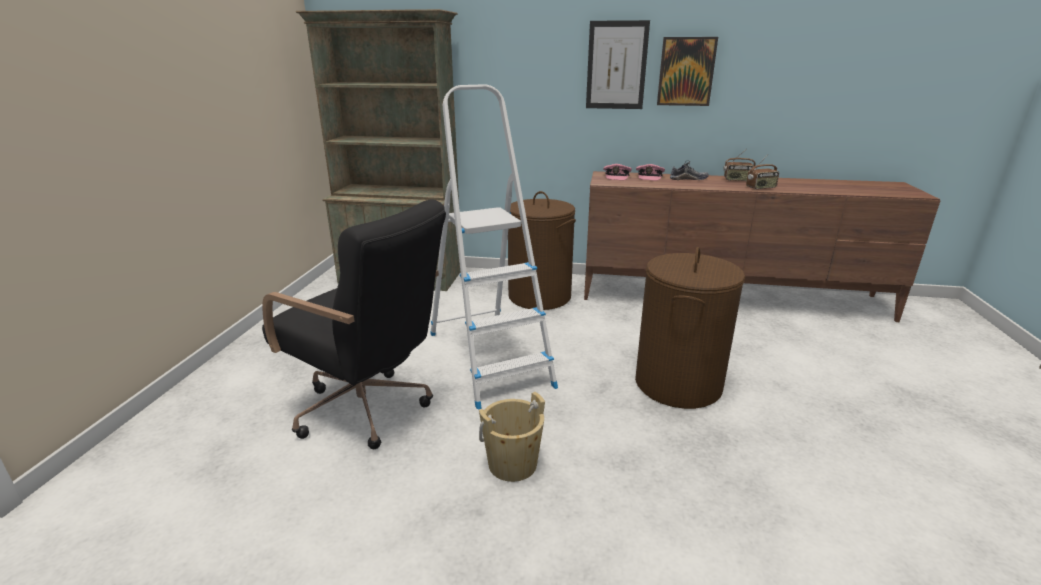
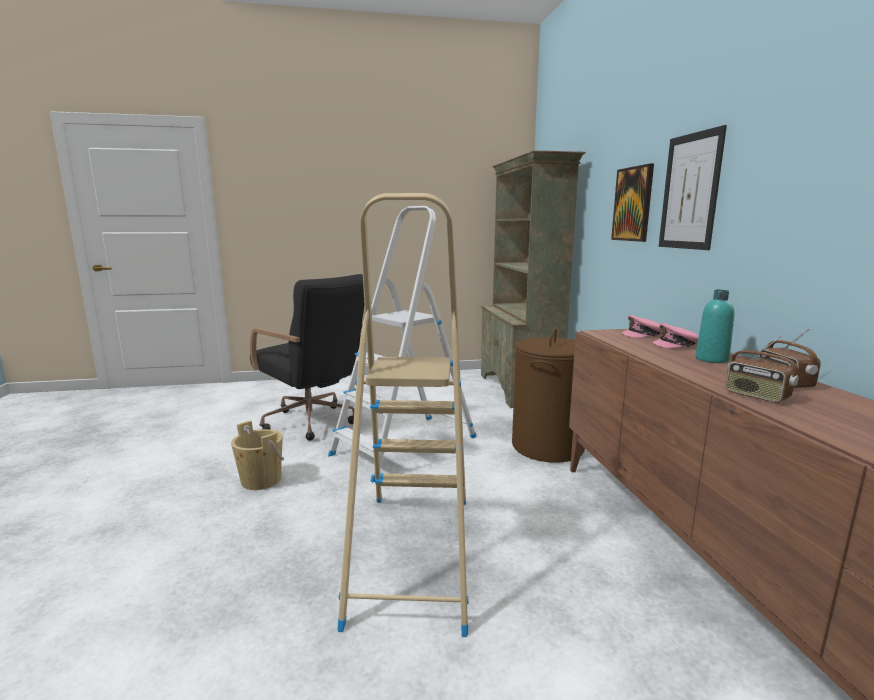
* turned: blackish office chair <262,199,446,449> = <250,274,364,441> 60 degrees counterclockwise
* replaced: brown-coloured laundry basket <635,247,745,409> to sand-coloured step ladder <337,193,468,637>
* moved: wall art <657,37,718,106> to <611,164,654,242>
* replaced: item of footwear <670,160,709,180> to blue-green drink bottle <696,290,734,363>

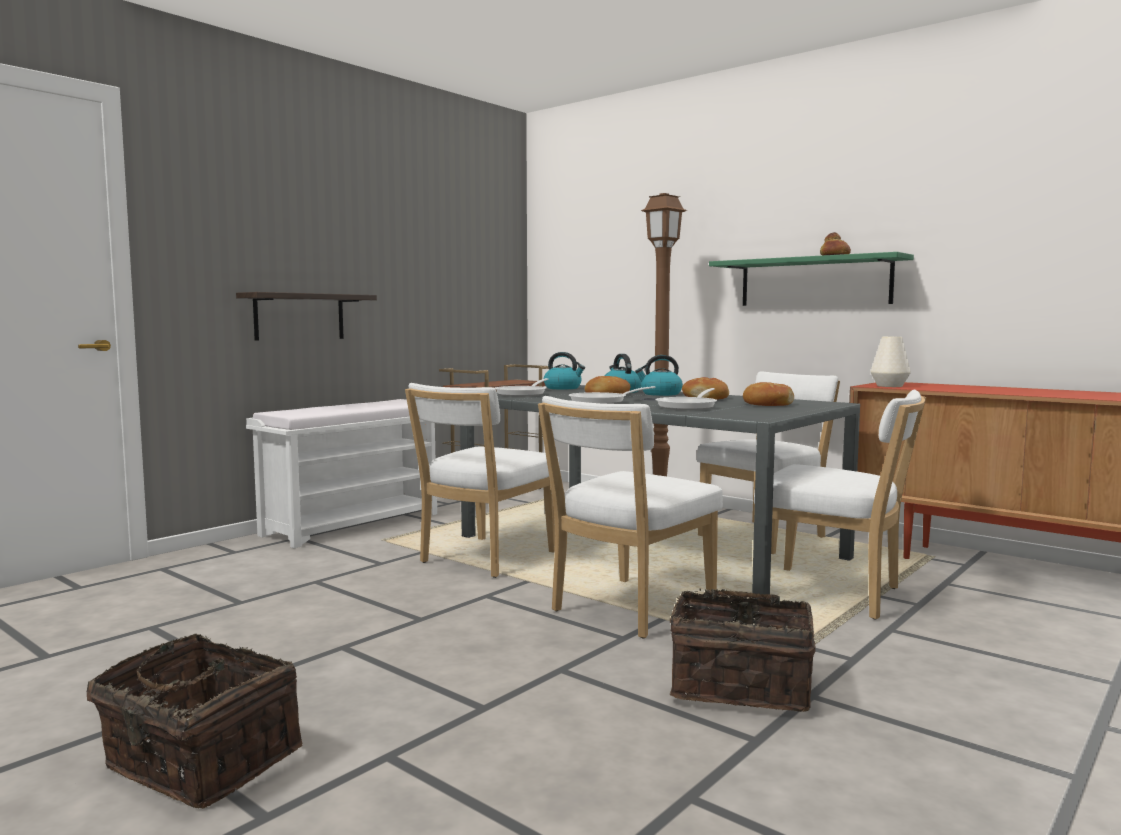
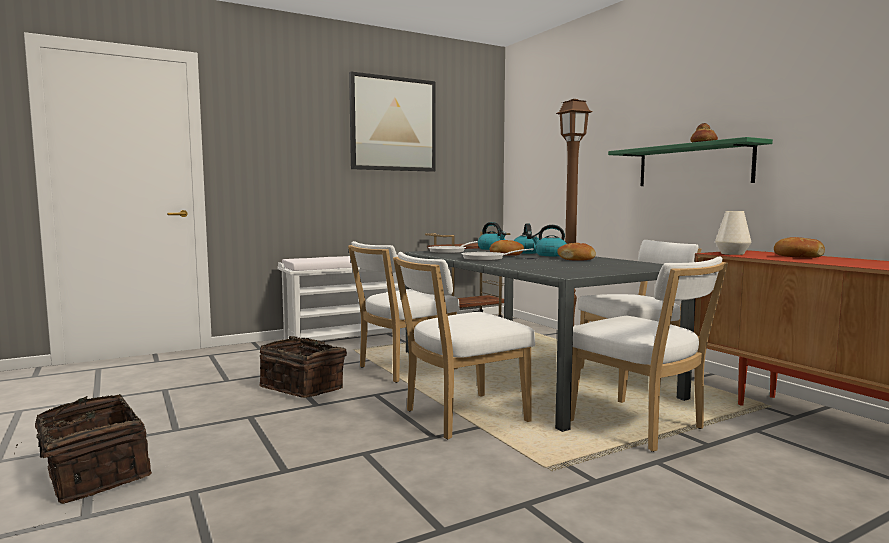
* moved: basket <670,588,816,712> to <260,336,347,398>
* added: wall art <349,72,436,172>
* moved: bakery bread <743,382,794,406> to <774,237,825,258>
* removed: bracket shelf <236,292,377,340>
* removed: frying pan <656,388,717,410>

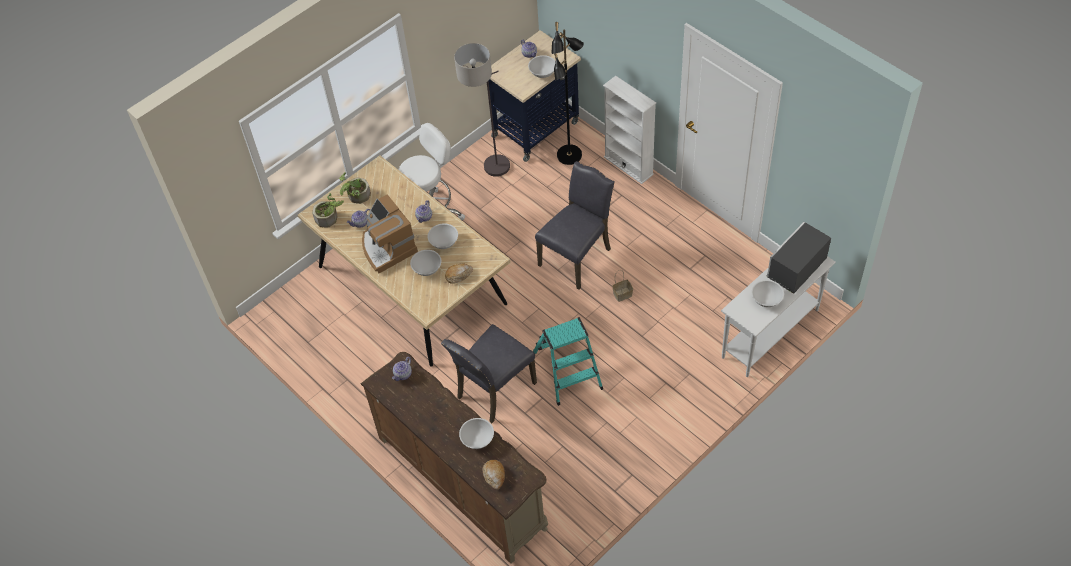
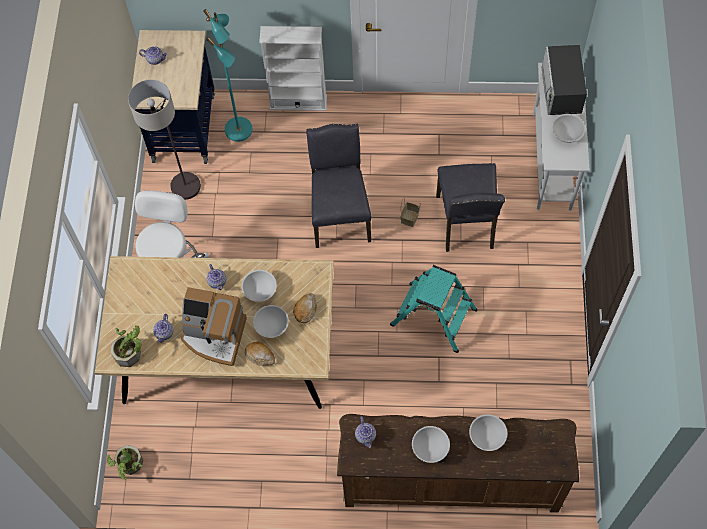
* moved: plant in a pot <339,172,371,204> to <107,445,143,480>
* recoloured: blackish standing lamp <551,22,584,165> to blue-green standing lamp <203,9,253,142>
* moved: bakery bread <482,460,505,490> to <245,342,275,366>
* moved: whitish serving bowl <528,55,556,78> to <412,426,450,463>
* moved: greyish plain chair <441,324,537,423> to <436,163,505,252>

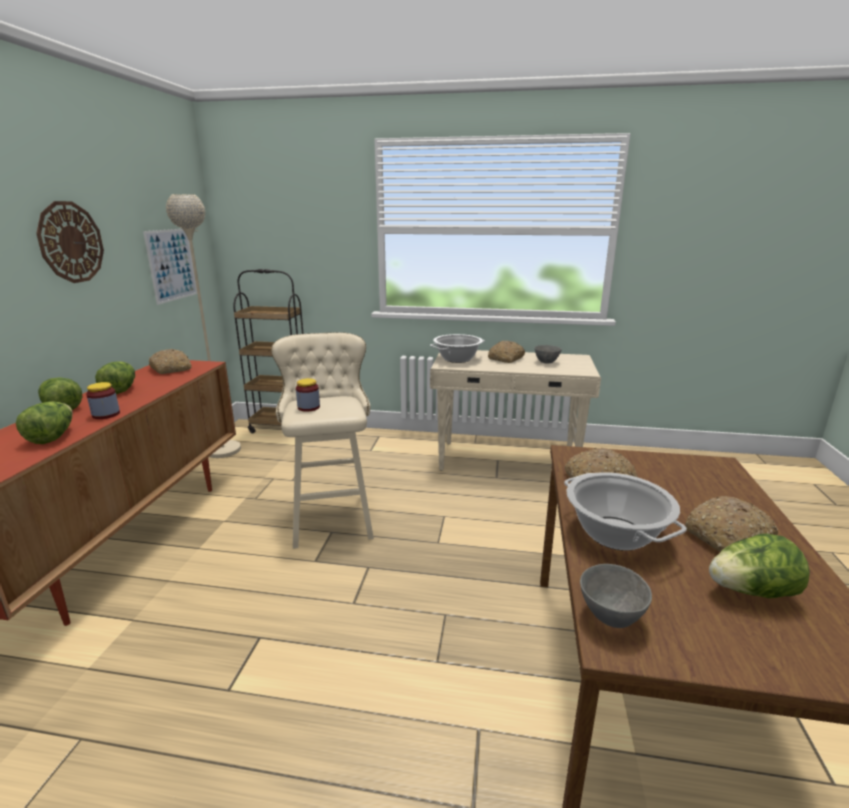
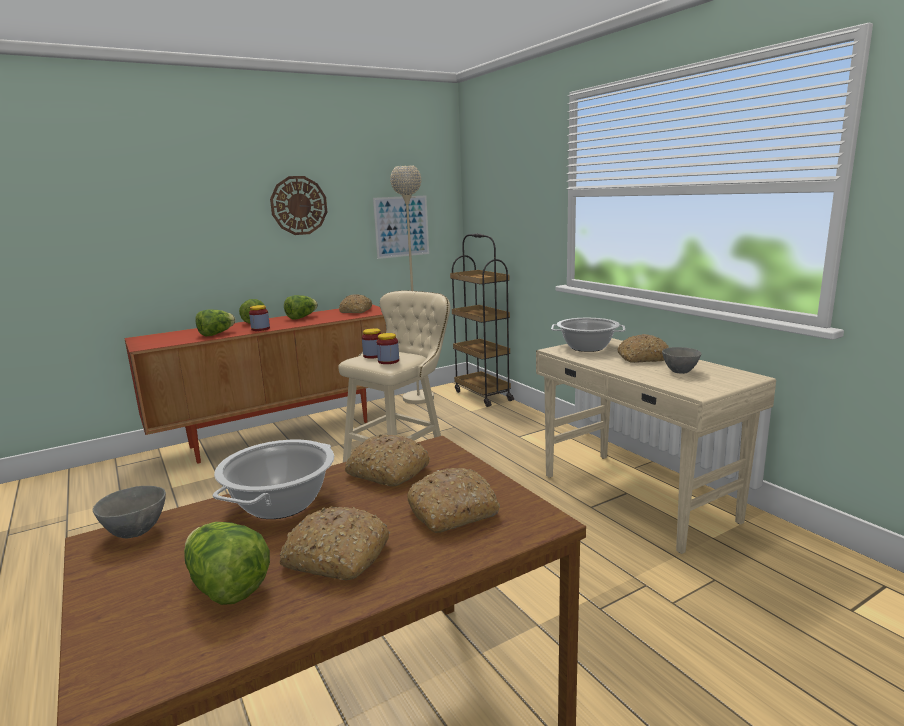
* added: jar <376,333,399,364>
* added: bakery bread <407,468,500,533>

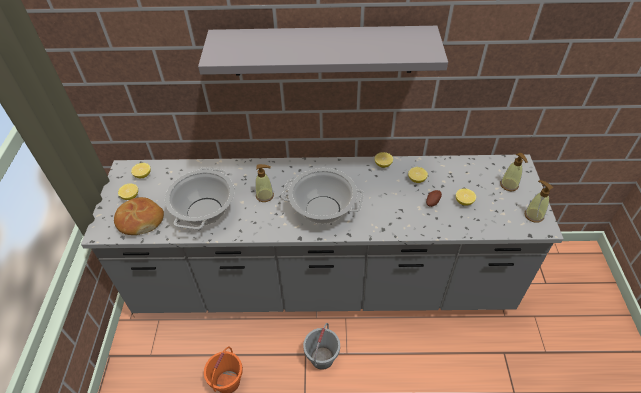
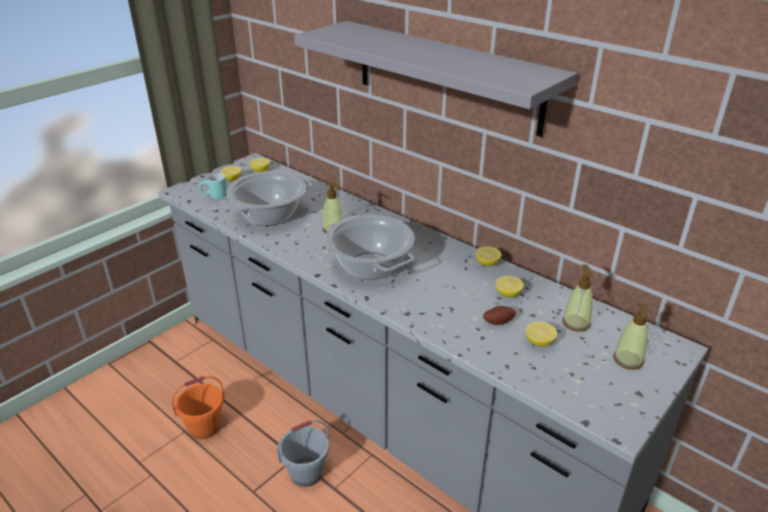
* replaced: bakery bread <114,197,164,235> to blue-green tea mug <199,174,227,200>
* moved: soap dispenser <525,180,553,223> to <562,264,593,332>

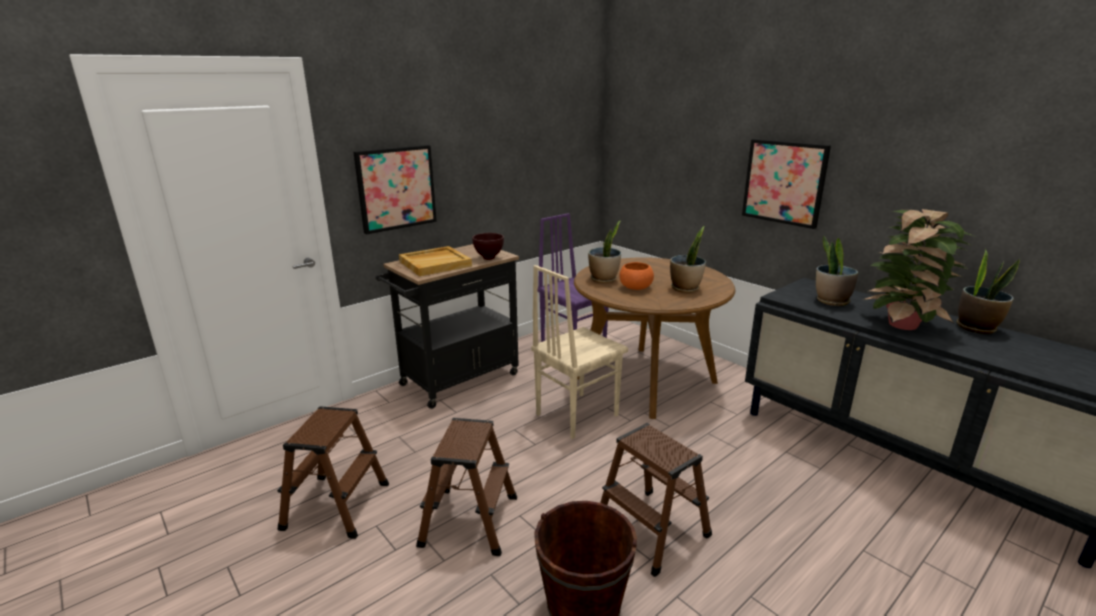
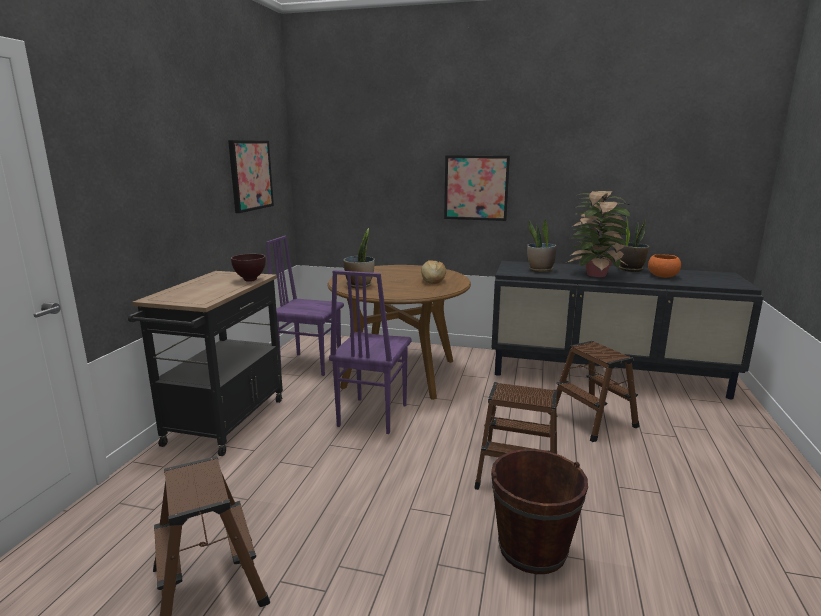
* moved: wall art <353,145,437,234> to <228,140,274,213>
* recoloured: sand-coloured plain chair <531,265,628,439> to purplish plain chair <329,270,411,434>
* replaced: plant in a pot <670,226,706,293> to bakery bread <421,260,446,284>
* moved: brown-coloured step ladder <416,418,517,556> to <548,341,640,442>
* moved: orange-coloured serving bowl <620,262,654,290> to <648,254,681,278>
* removed: sand-coloured tray <399,246,472,276>

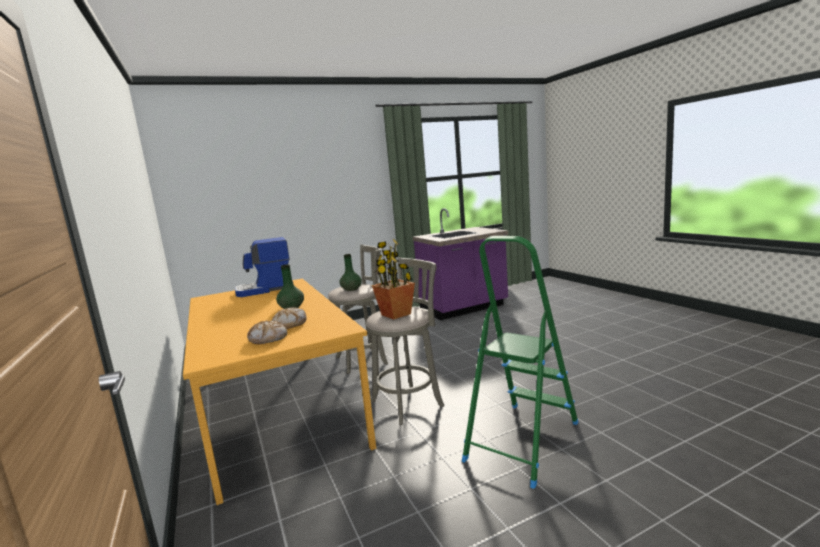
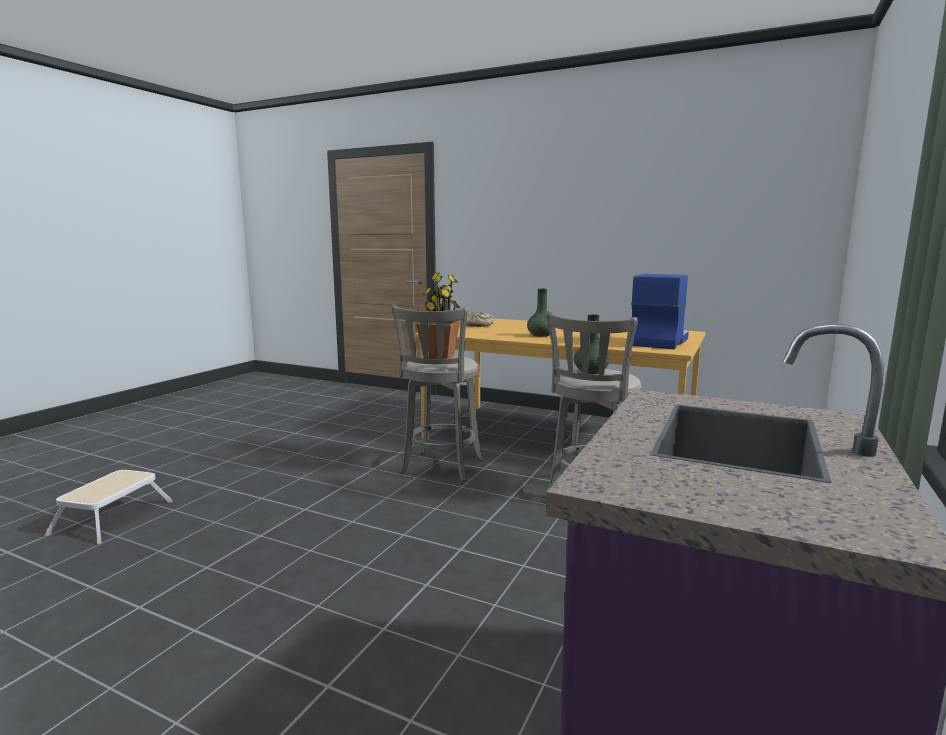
* added: sand-coloured step ladder <45,470,173,544>
* removed: bakery bread <272,308,307,329>
* removed: greenish step ladder <462,236,578,489>

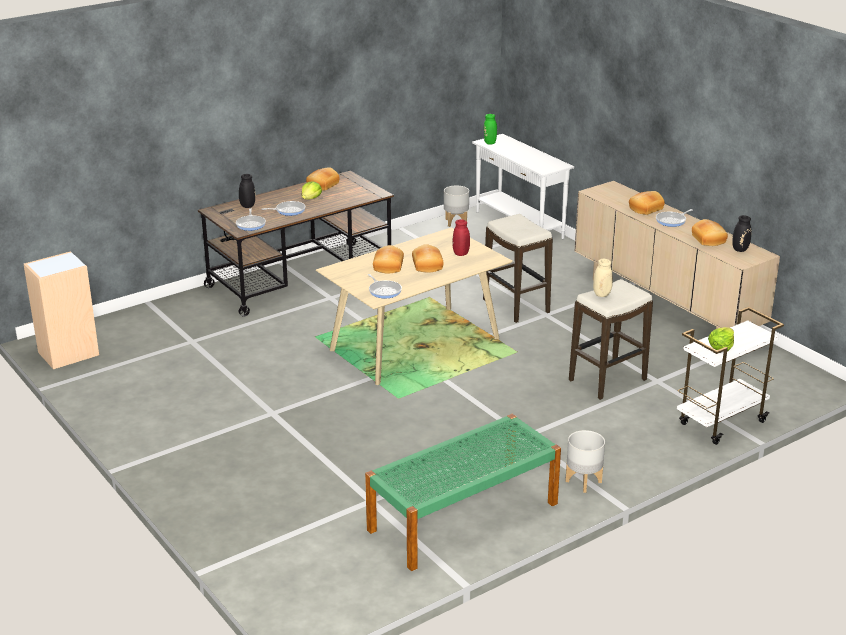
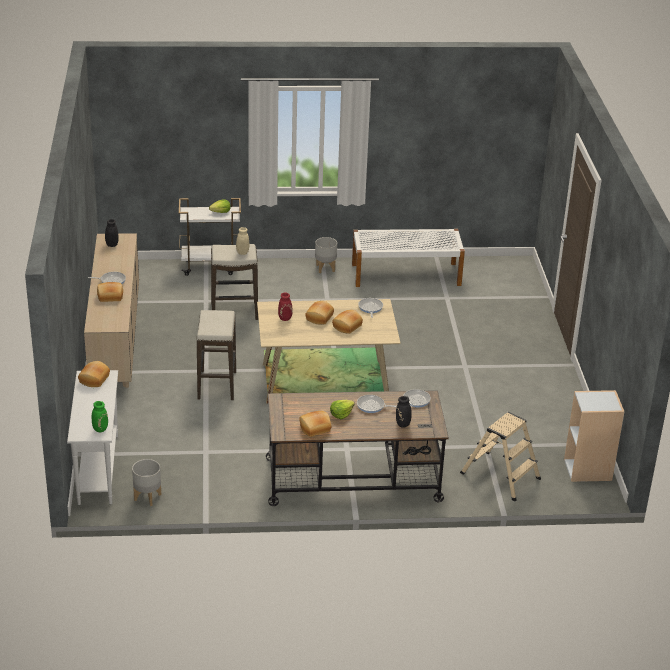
* moved: bakery bread <692,219,728,246> to <78,361,110,387>
* recoloured: greenish long seat <365,414,561,571> to whitish long seat <352,229,465,287>
* added: sand-coloured step ladder <460,411,541,502>

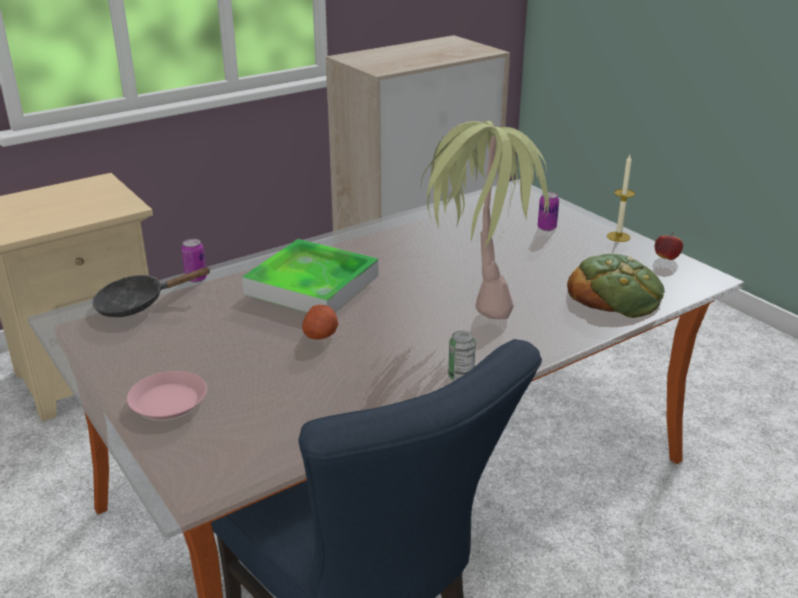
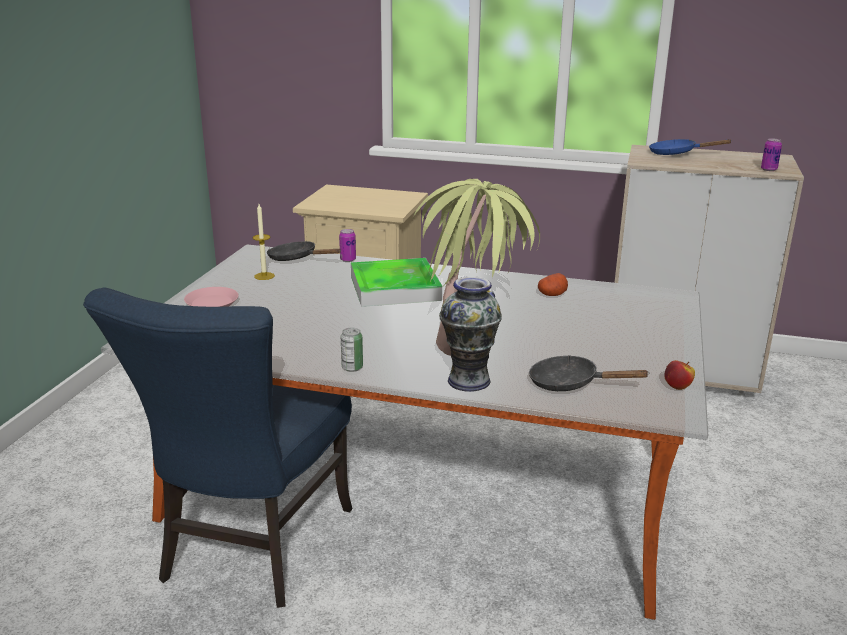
* moved: wax light <607,155,635,242> to <253,204,275,280>
* added: vase <439,276,502,392>
* replaced: bakery bread <567,254,665,318> to blackish frying pan <529,355,650,391>
* moved: potato <302,305,338,340> to <538,273,568,296>
* added: blue-coloured frying pan <649,139,733,155>
* moved: can <538,192,559,231> to <761,138,782,171>

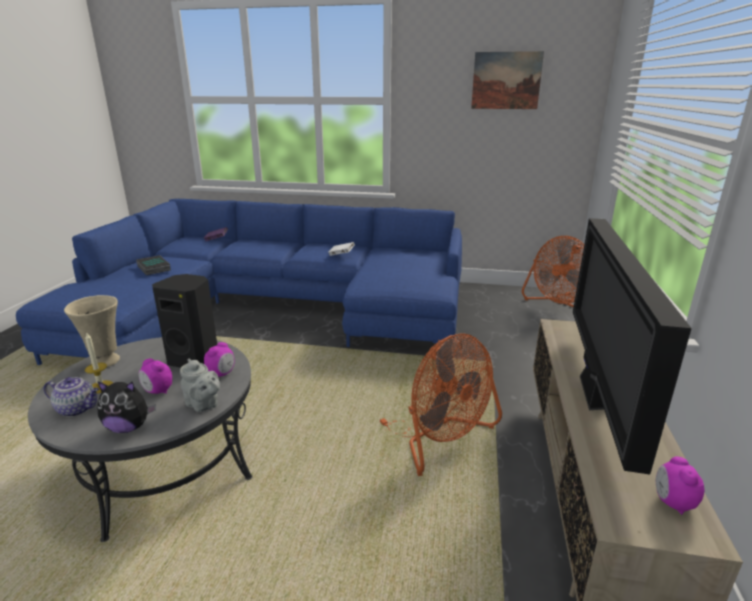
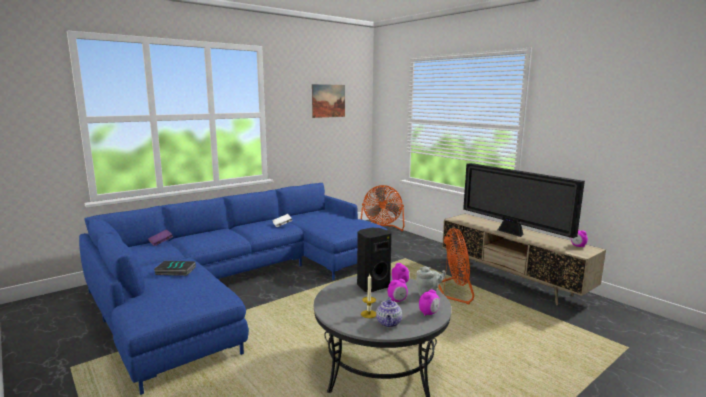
* turned: teapot <44,377,99,417> = <376,297,402,327> 135 degrees clockwise
* replaced: cuddly toy <97,381,156,433> to table clock <419,290,440,316>
* removed: sand-coloured vase <64,295,120,367>

